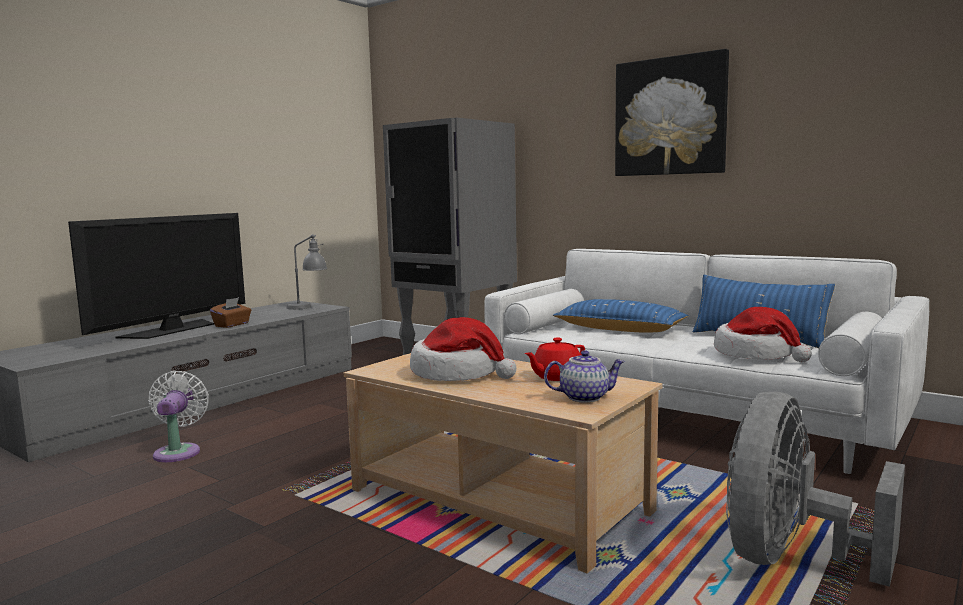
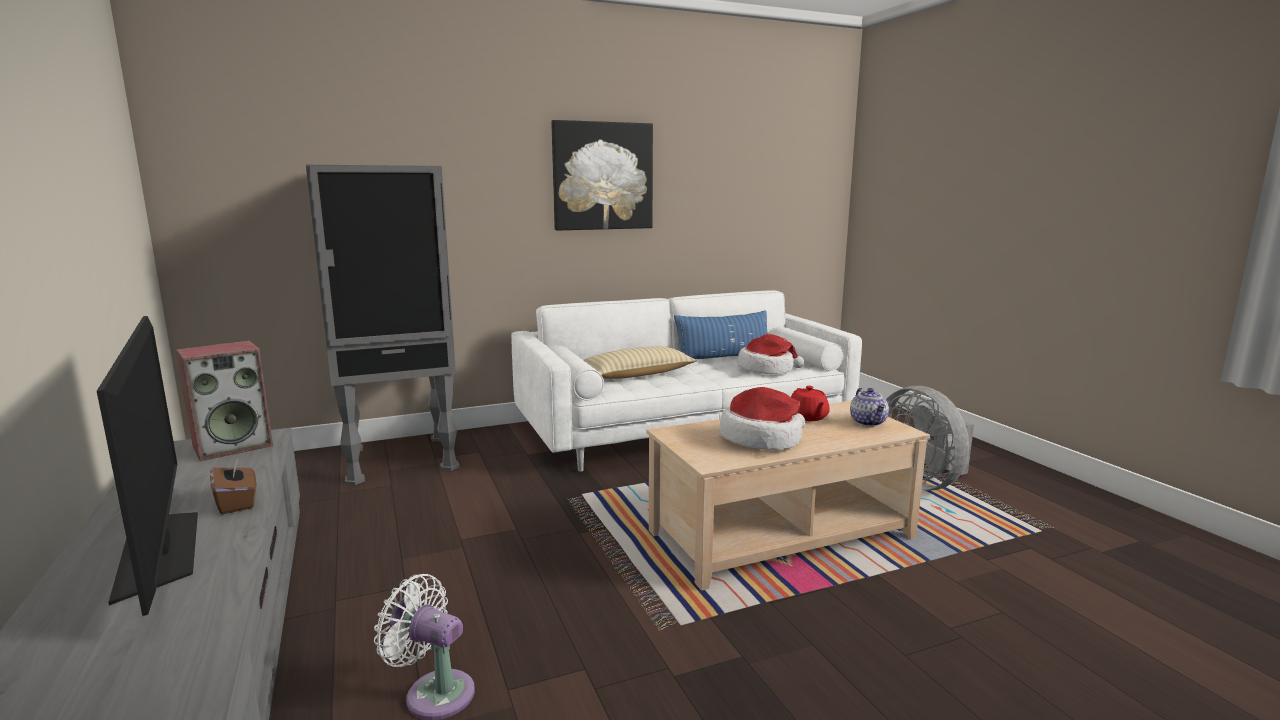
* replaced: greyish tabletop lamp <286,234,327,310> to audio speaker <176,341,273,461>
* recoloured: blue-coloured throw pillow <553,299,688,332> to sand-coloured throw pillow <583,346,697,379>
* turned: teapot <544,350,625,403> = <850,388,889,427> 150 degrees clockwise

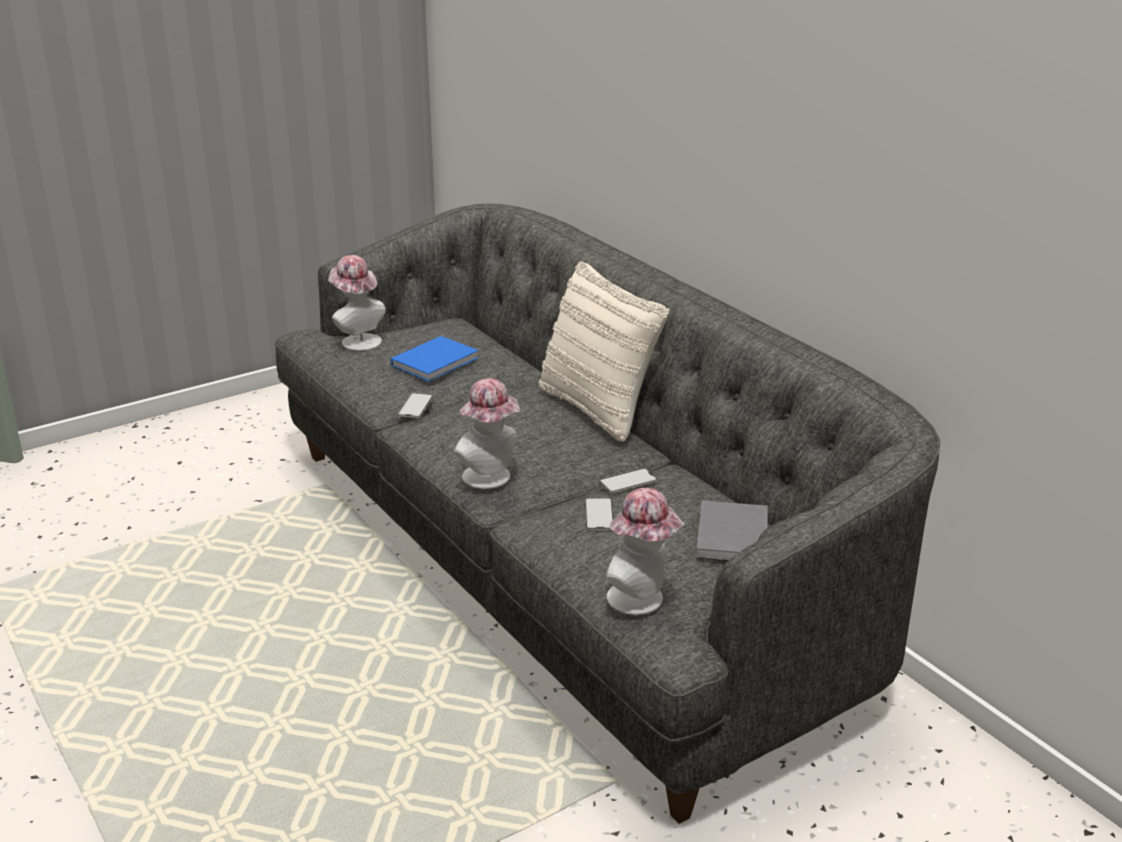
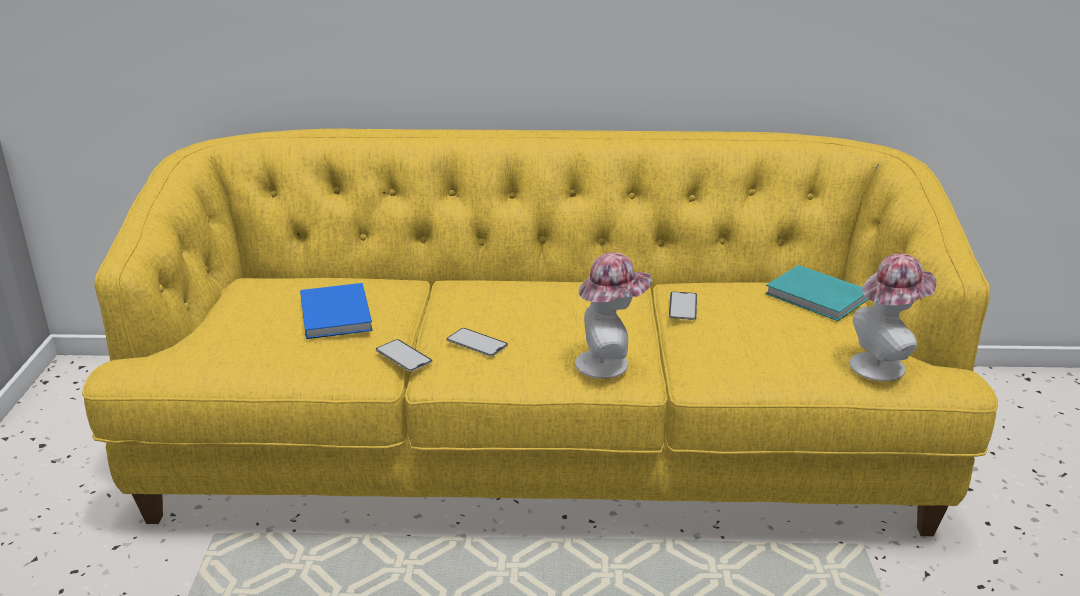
* recoloured: greyish settee <275,203,940,824> to yellow settee <82,129,998,536>
* moved: phone <584,498,614,530> to <447,328,508,357>
* recoloured: greyish book <696,501,768,561> to blue-green book <765,265,869,321>
* removed: clothing hat <328,255,386,351>
* removed: sand-coloured throw pillow <538,261,670,442>

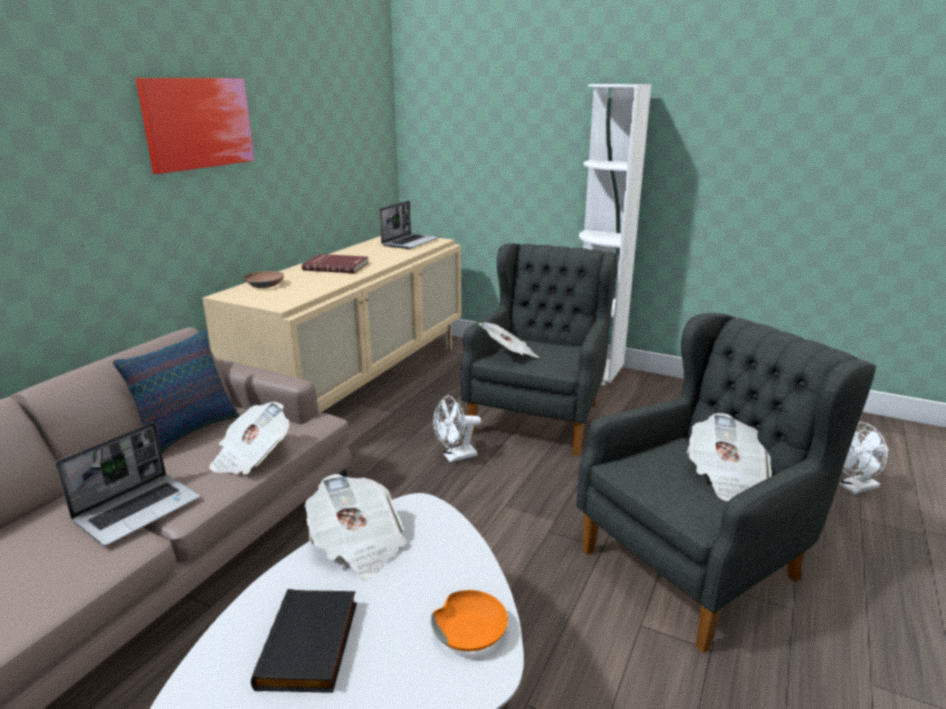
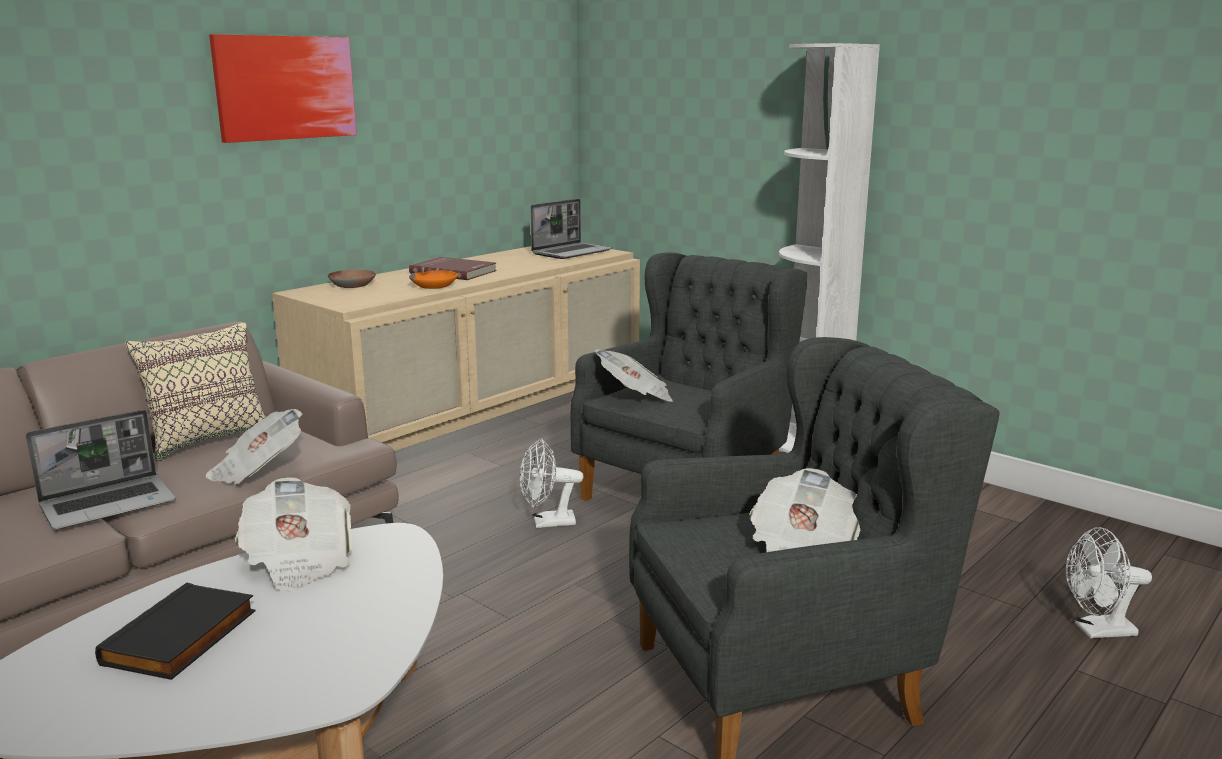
* recoloured: blue-coloured throw pillow <113,330,239,453> to sand-coloured throw pillow <125,323,266,461>
* moved: orange-coloured serving bowl <431,590,508,651> to <409,270,458,289>

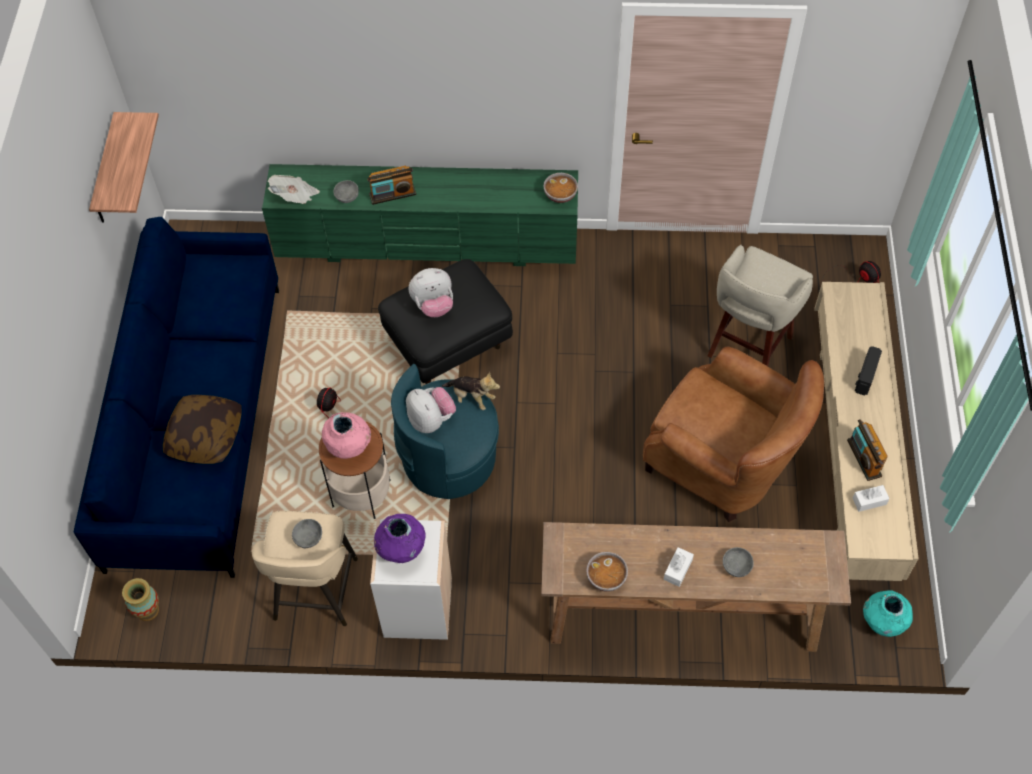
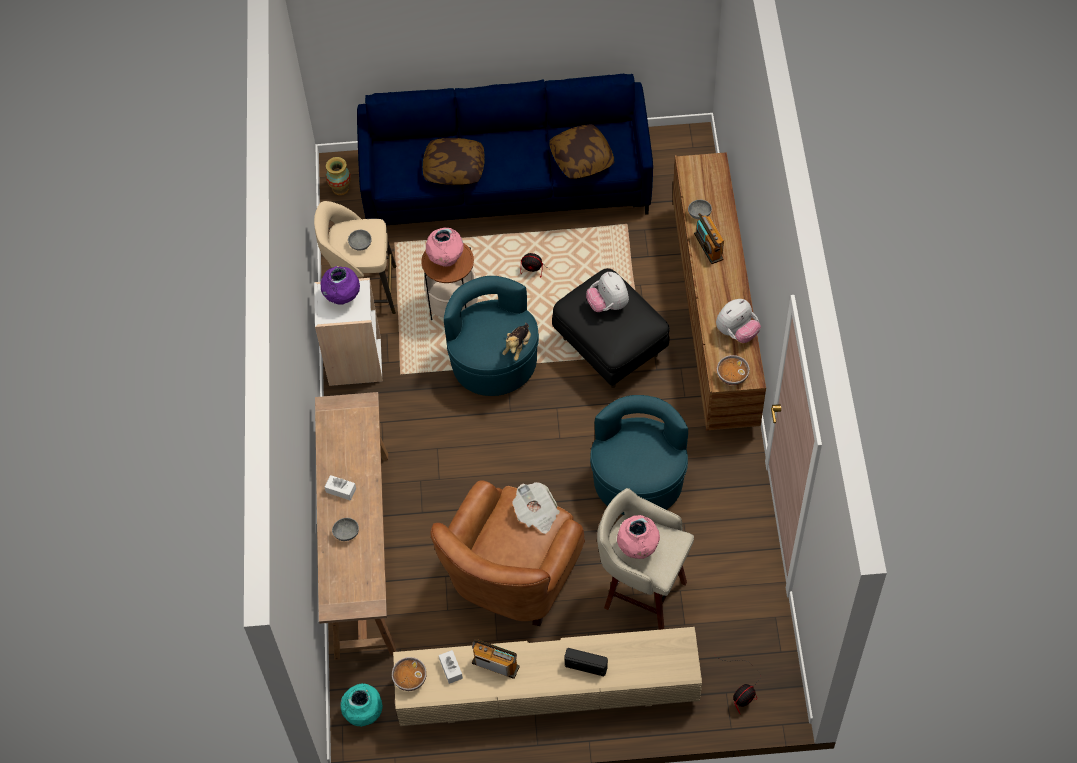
* moved: serving bowl <586,552,628,592> to <392,657,427,691>
* turned: radio set <847,419,888,481> = <472,639,520,679> 45 degrees clockwise
* moved: printed paper <268,175,320,204> to <512,482,560,534>
* added: throw pillow <549,124,614,179>
* added: blue-green easy chair <590,395,688,515>
* added: pink vase <617,515,660,559>
* recoloured: greenish cupboard <262,164,578,266> to brown-coloured cupboard <673,152,766,430>
* moved: cuddly toy <406,387,456,433> to <716,299,761,343>
* removed: bracket shelf <89,112,159,223>

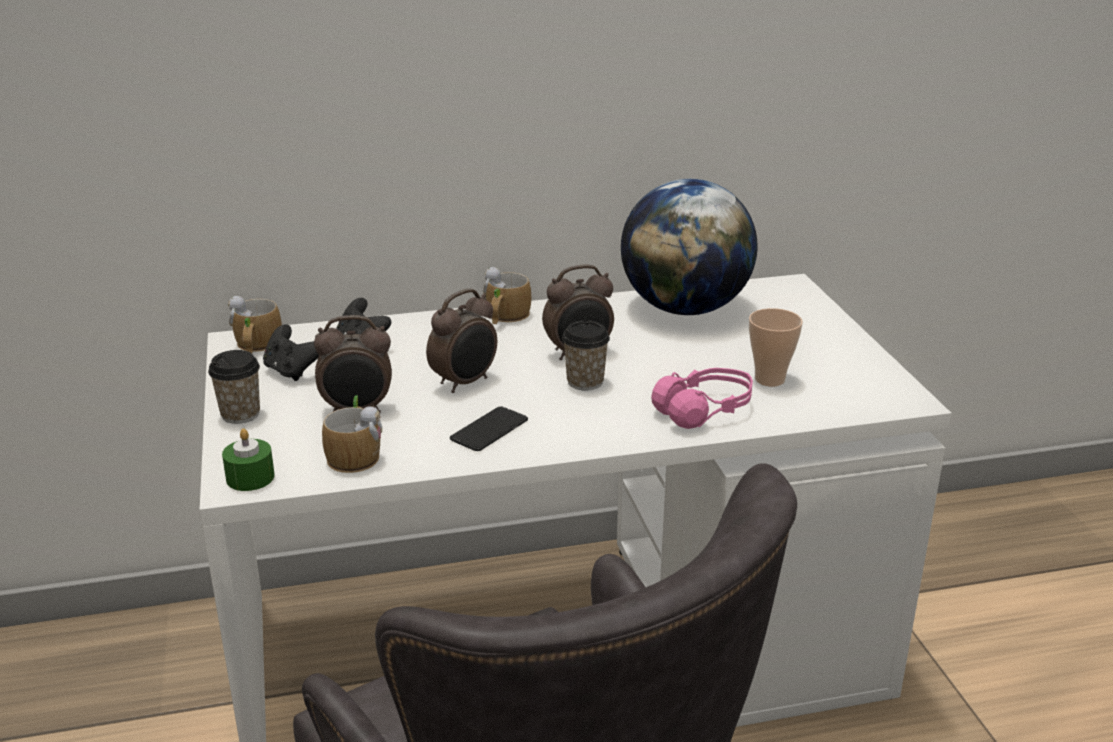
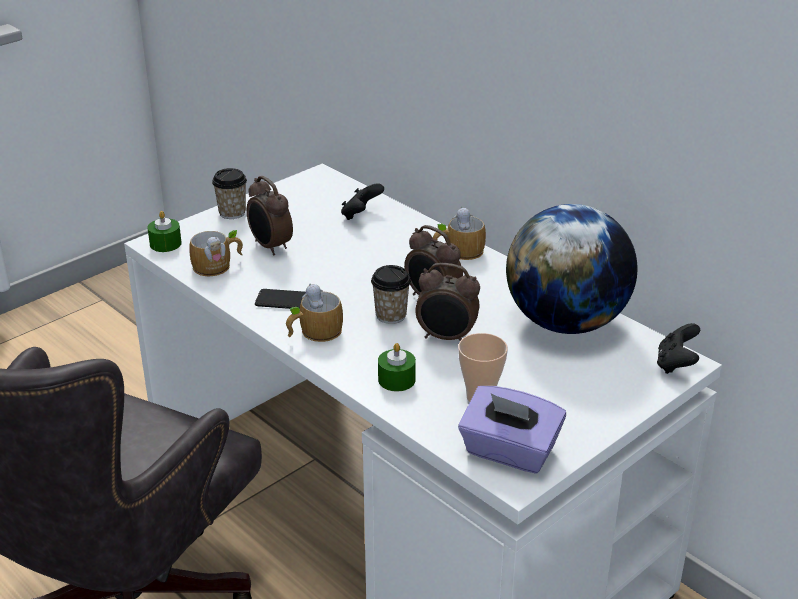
* moved: tea mug <228,296,282,353> to <286,284,343,342>
* replaced: pink pair of headphones <651,368,753,429> to greenish wax light <378,343,416,391>
* moved: table clock <426,289,497,393> to <415,263,480,341>
* added: purplish box of tissues <458,386,566,474>
* moved: blackish game controller <263,324,319,381> to <657,323,700,374>

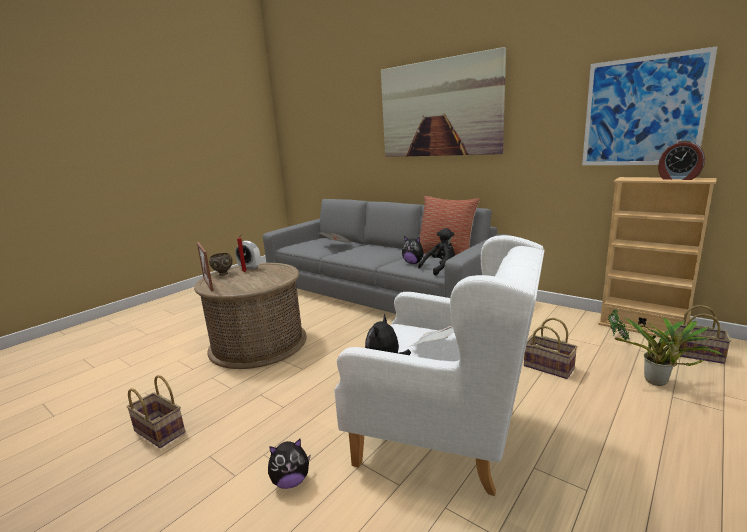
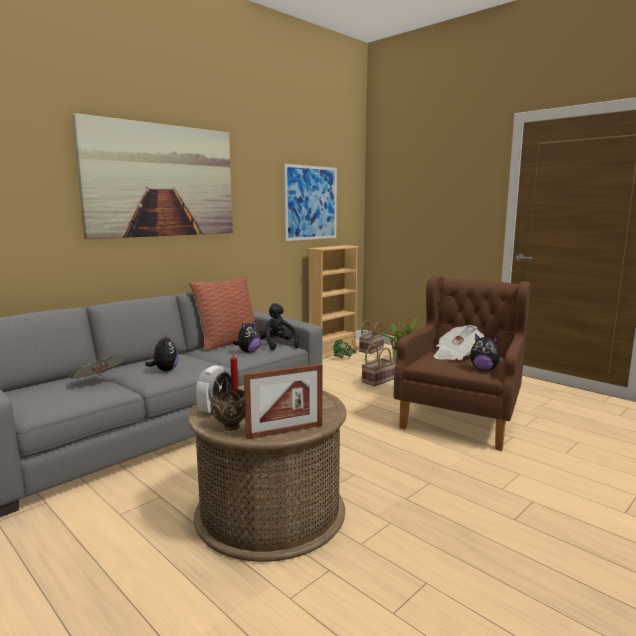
* moved: cuddly toy <268,439,310,489> to <145,333,178,371>
* recoloured: whitish easy chair <334,235,545,496> to brown-coloured easy chair <394,276,531,451>
* removed: basket <127,375,185,448>
* removed: table clock <658,140,705,180>

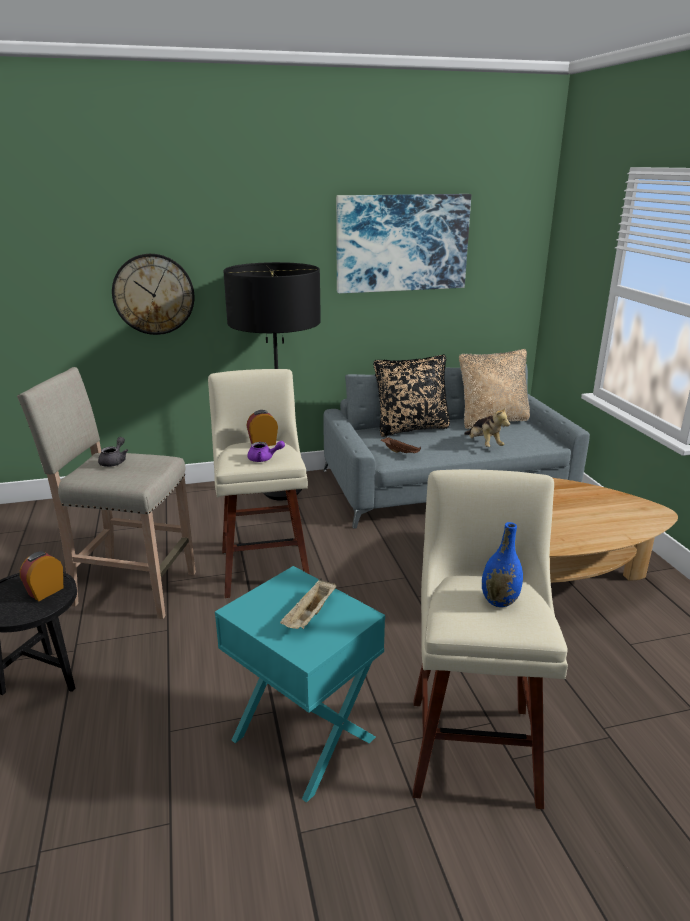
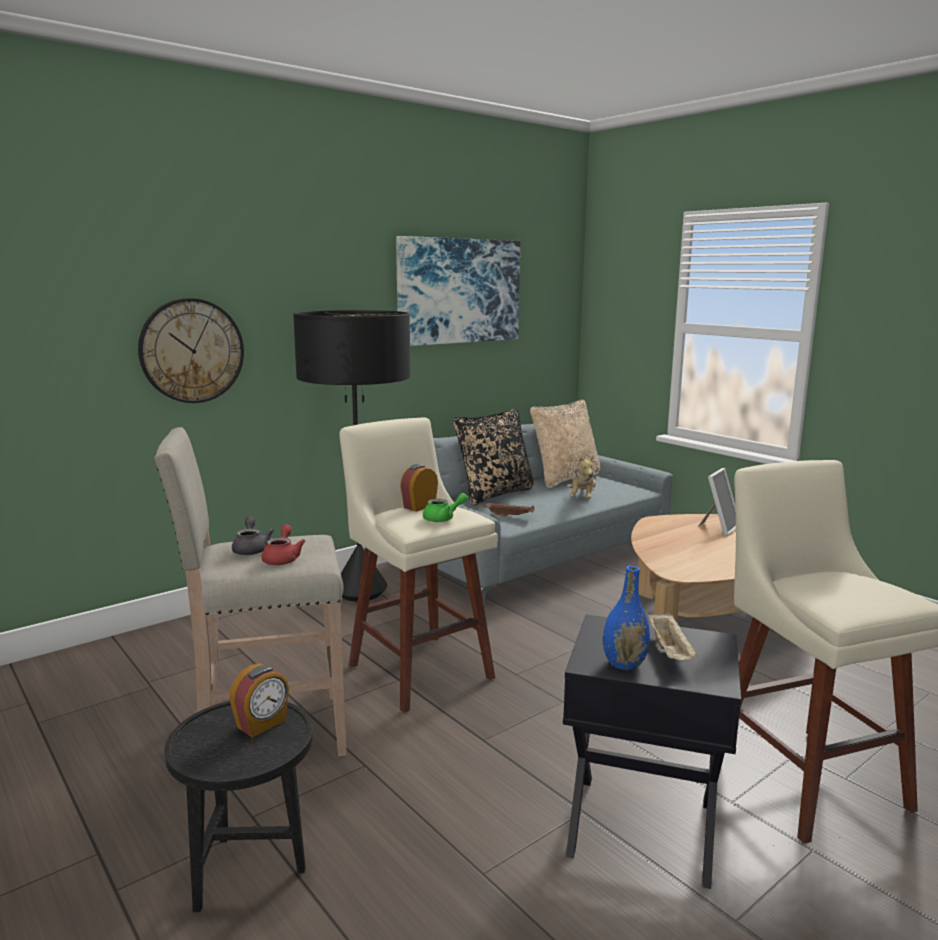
* turned: table clock <20,551,63,601> = <229,664,289,738> 150 degrees counterclockwise
* added: reddish teapot <261,524,306,565>
* recoloured: purplish teapot <247,441,285,462> to greenish teapot <423,493,468,522>
* recoloured: blue-green end table <215,566,385,803> to blackish end table <563,614,741,889>
* turned: cuddly toy <464,406,510,447> = <567,455,596,499> 60 degrees clockwise
* moved: blue-coloured vase <482,522,523,607> to <603,566,650,670>
* added: standing frame <698,468,736,536>

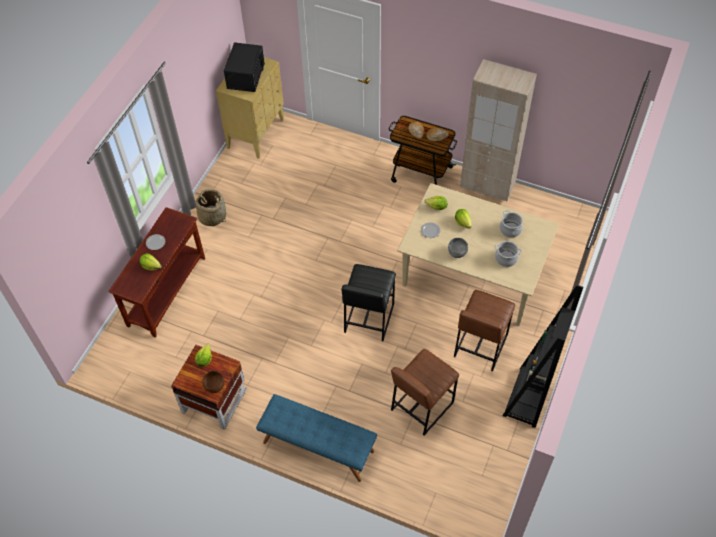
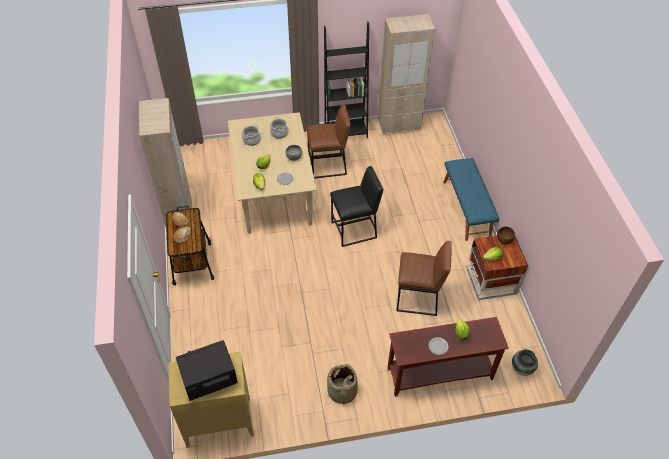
* added: sand-coloured cupboard <378,14,435,134>
* moved: brown-coloured plain chair <391,349,459,435> to <396,241,452,316>
* added: vase <512,349,538,376>

